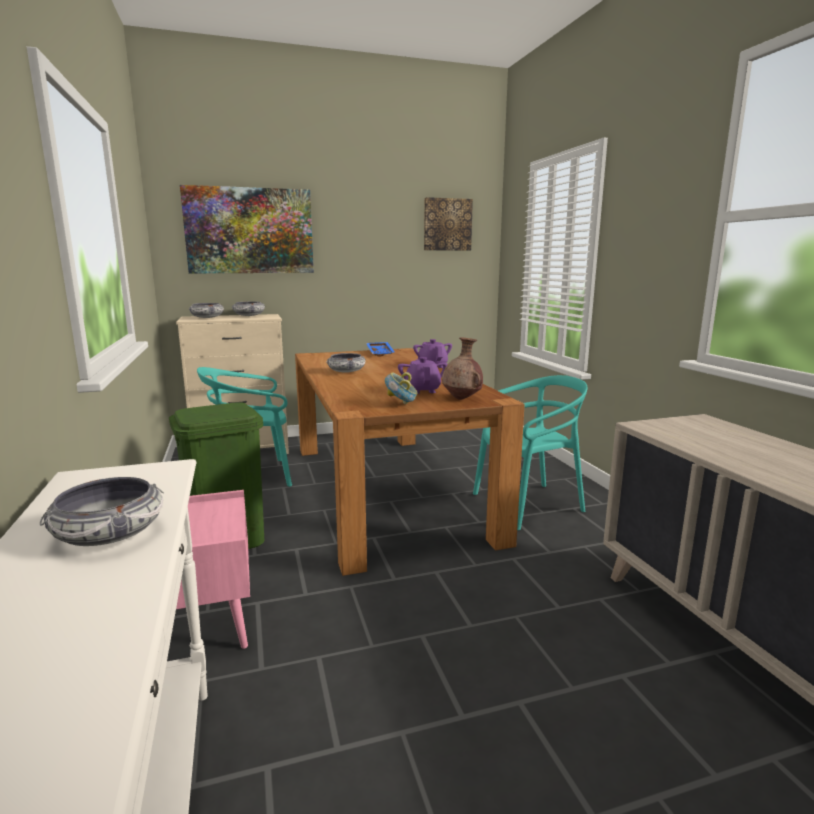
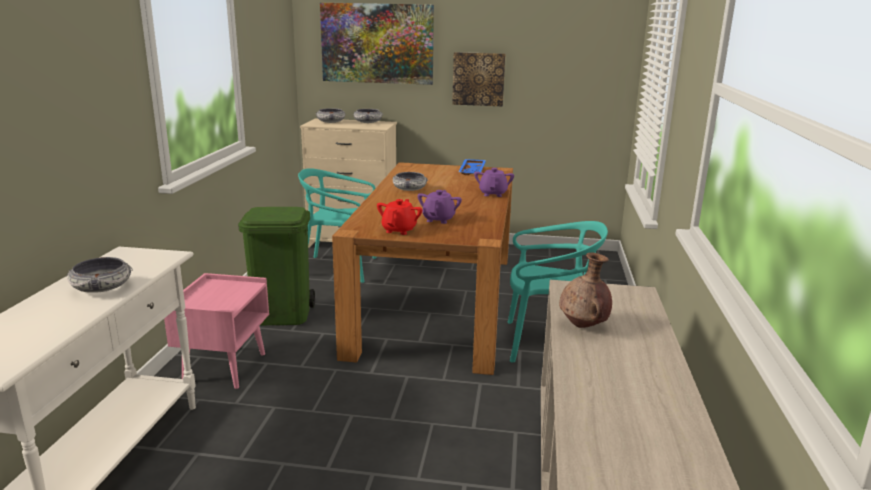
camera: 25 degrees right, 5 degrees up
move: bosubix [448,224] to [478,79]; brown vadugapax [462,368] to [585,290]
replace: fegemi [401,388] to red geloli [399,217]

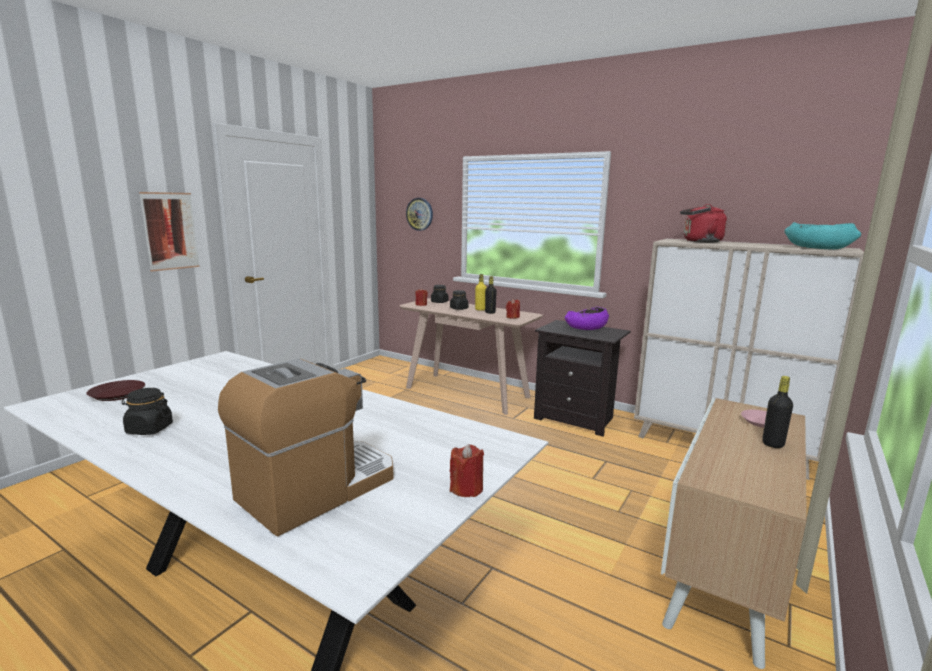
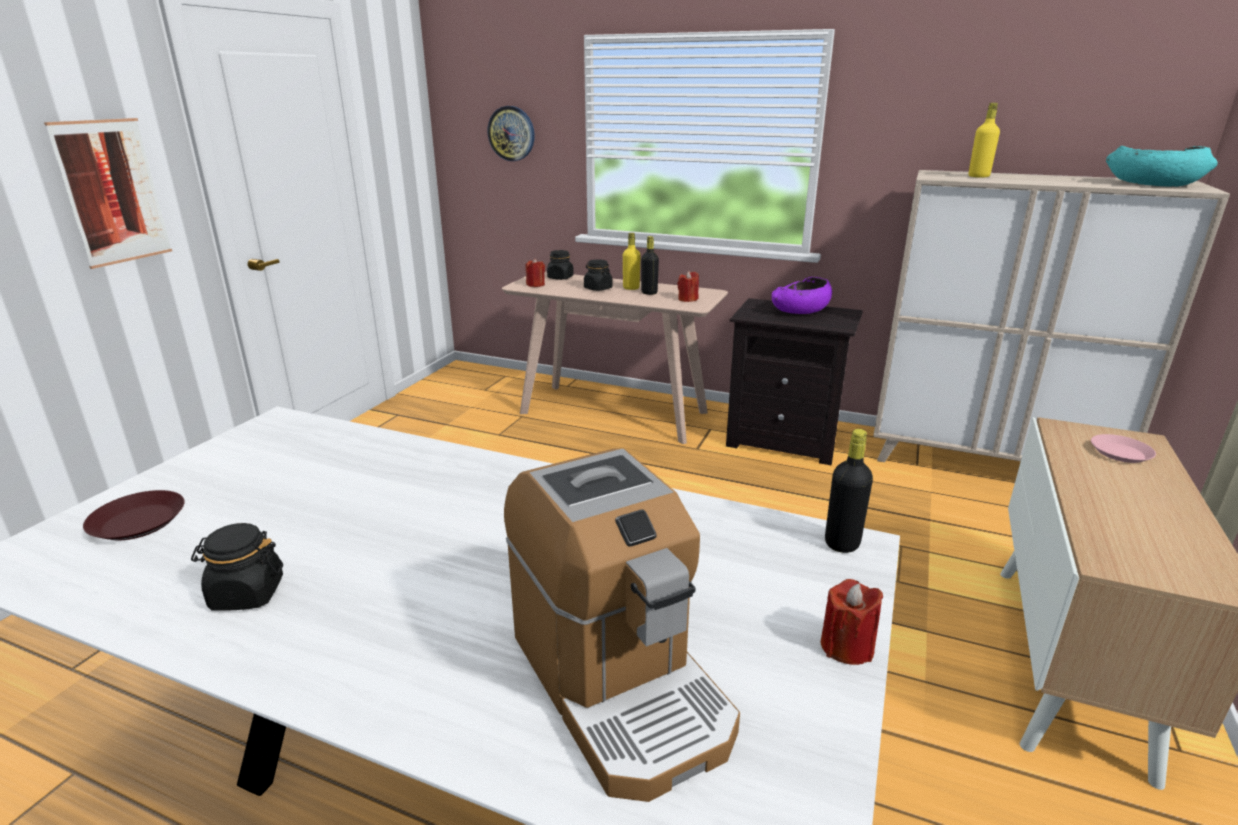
camera: 10 degrees left, 10 degrees up
move: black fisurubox [777,412] to [849,491]
replace: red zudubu [703,223] to yellow fisurubox [984,140]
rotate: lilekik [306,447] = [622,625] 120 degrees clockwise

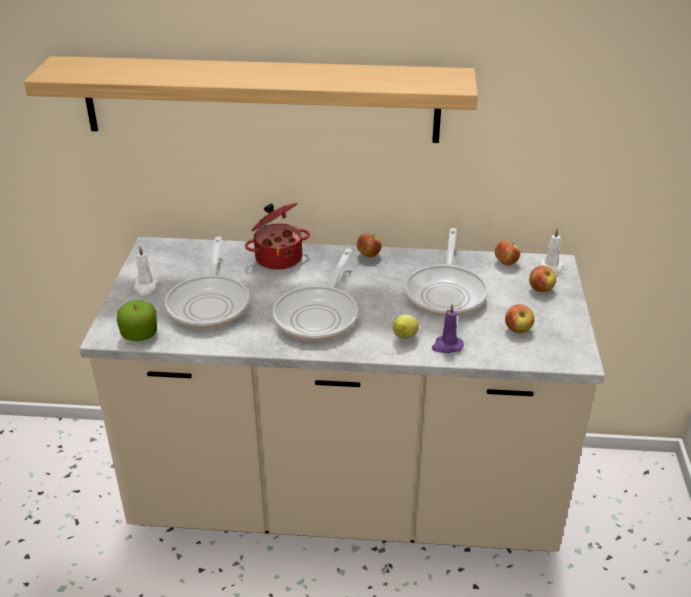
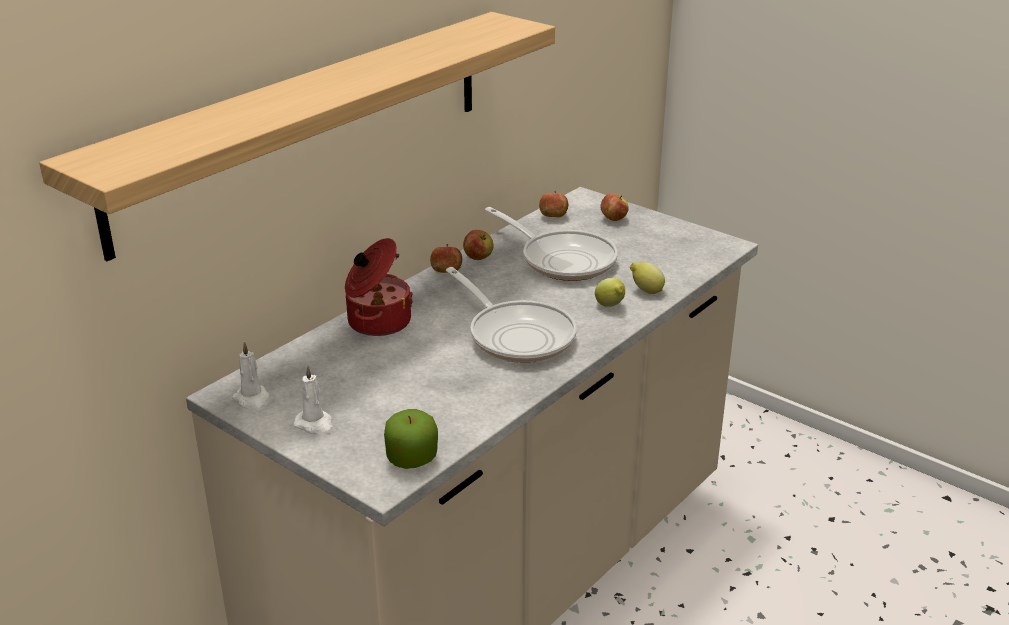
camera: 55 degrees left, 5 degrees down
delete: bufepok [207,283]
move: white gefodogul [552,251] to [251,376]; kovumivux [519,318] to [478,245]
replace: purple gefodogul [448,328] to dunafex [647,278]

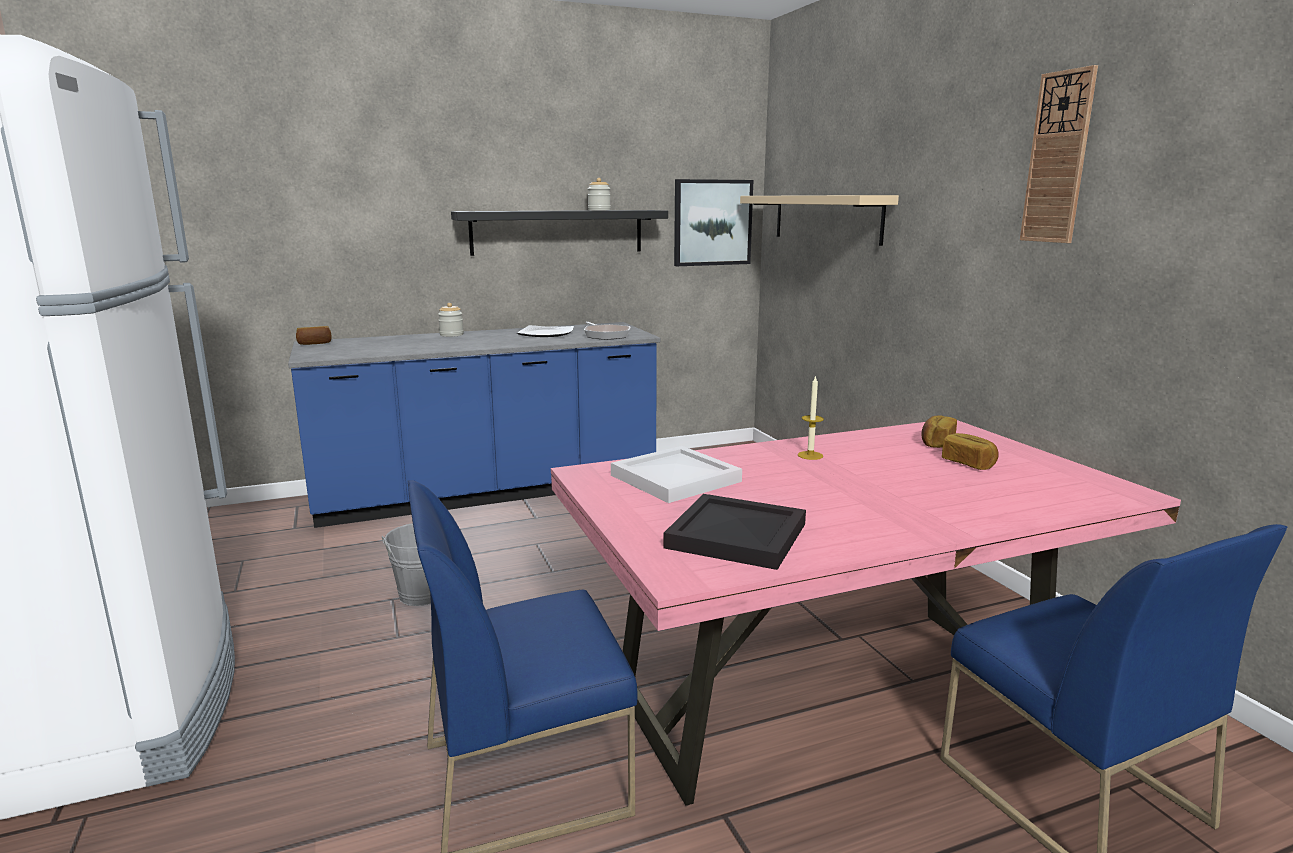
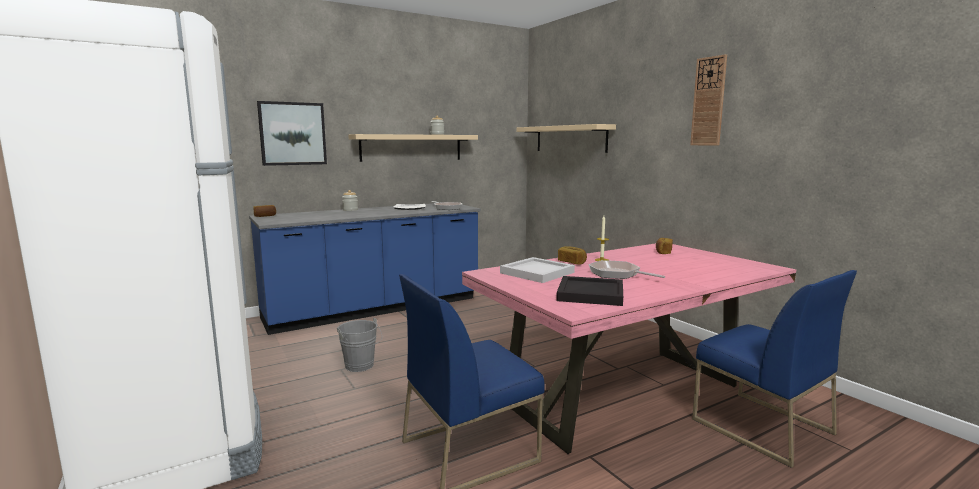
camera: 10 degrees left, 5 degrees down
insert: bufepok [627,269]
move: bosubix [713,222] to [292,133]; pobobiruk [970,451] to [572,255]
recolor: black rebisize [559,233] to beige rebisize [413,148]

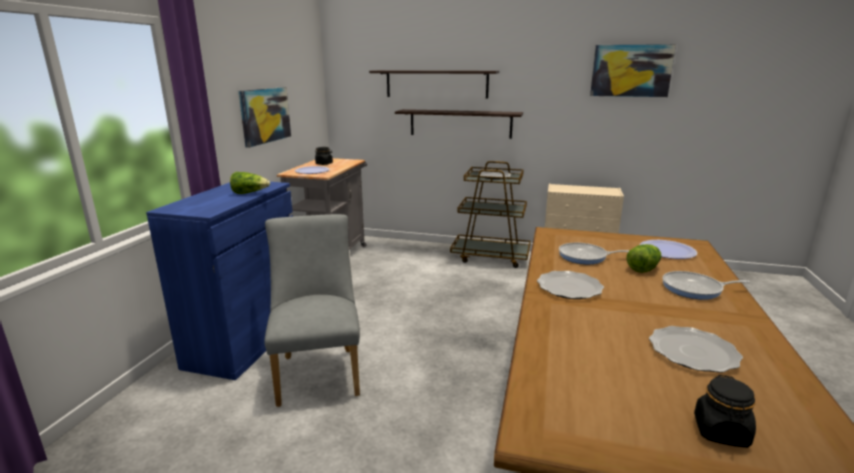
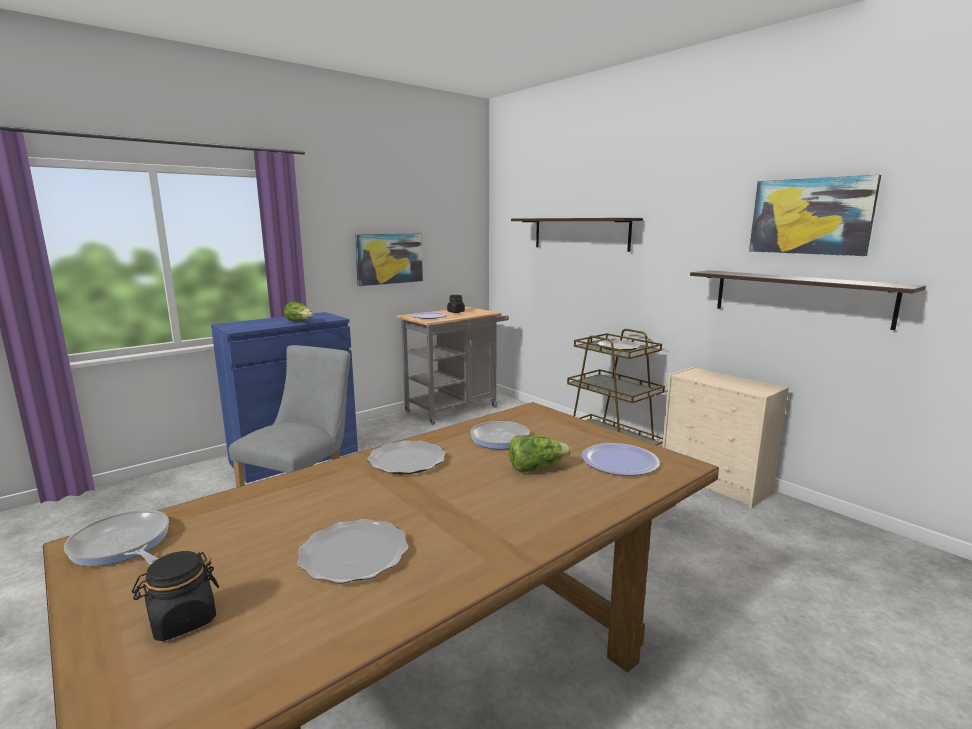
camera: 35 degrees right, 5 degrees down
move: rebisize [459,124] to [808,300]; bufepok [706,285] to [116,538]

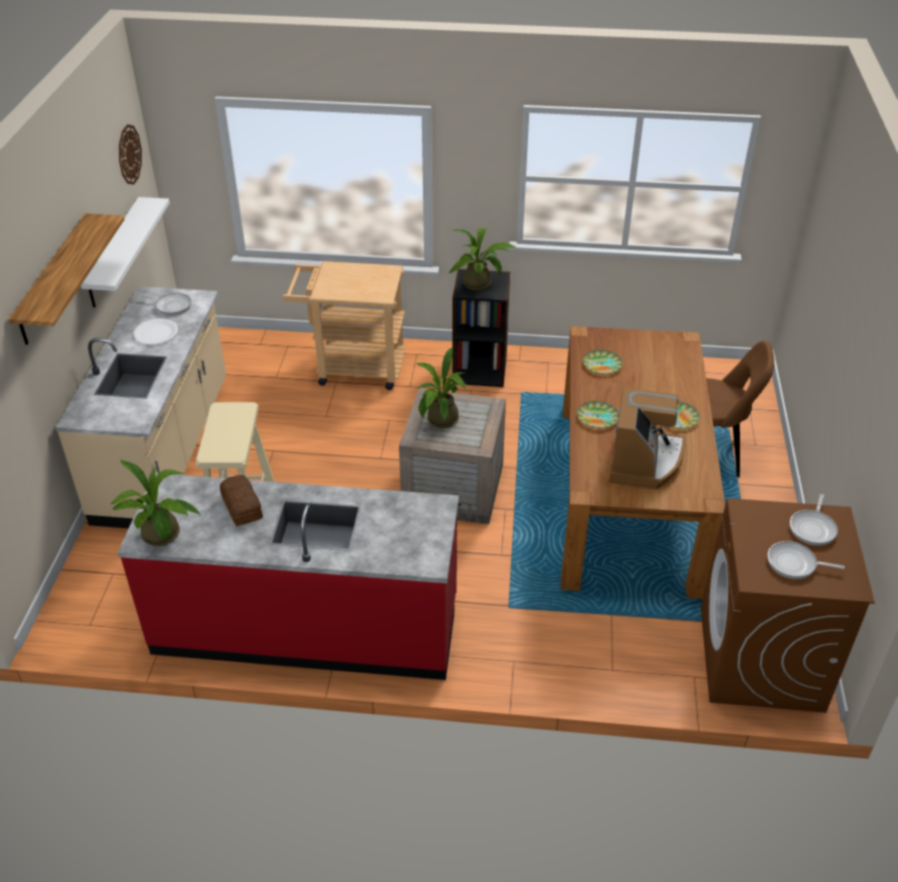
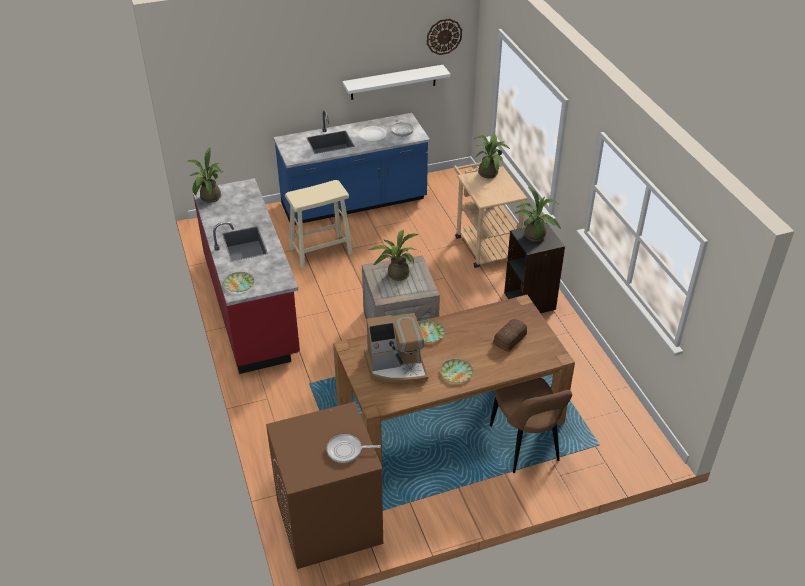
camera: 65 degrees right, 0 degrees up
delete: rebisize [66,279]; bufepok [806,560]
insert: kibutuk [492,156]
move: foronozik [603,362] to [239,282]; pobobiruk [241,500] to [510,335]
recolor: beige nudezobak [140,407] to blue nudezobak [351,168]

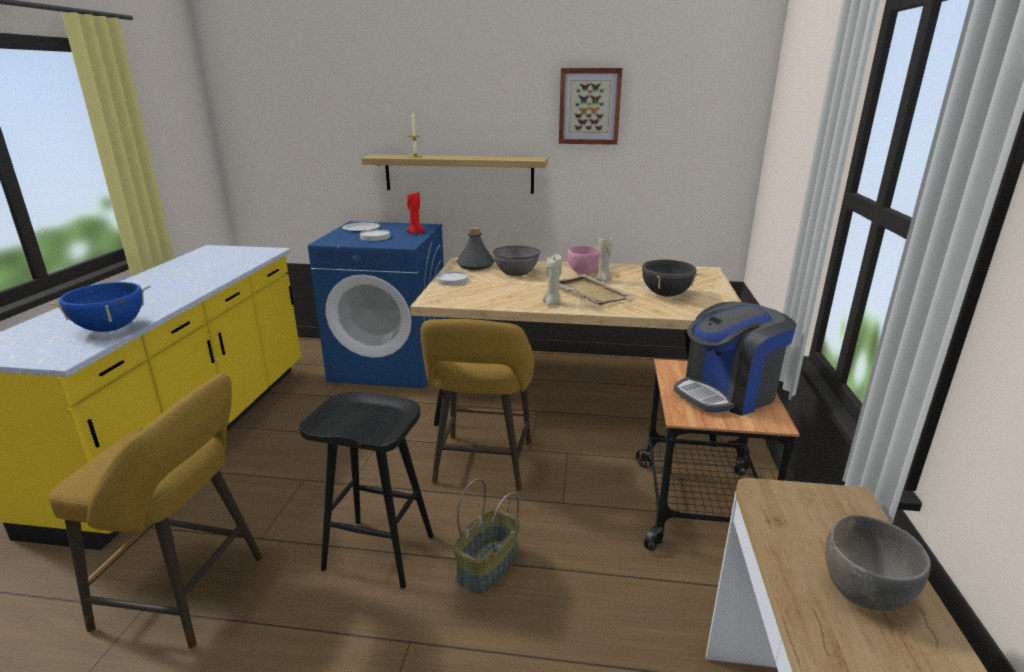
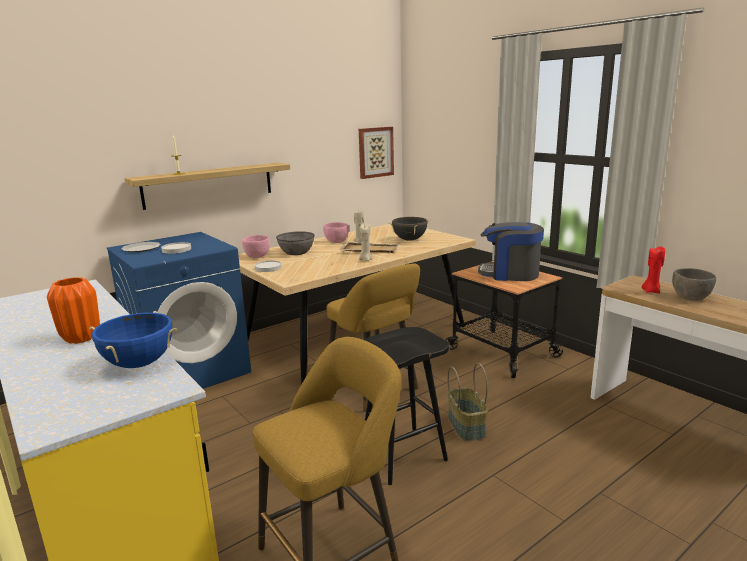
camera: 45 degrees left, 5 degrees down
insert: orange vadugapax [73,310]
move: bosubix [591,106] to [376,153]; red gefodogul [415,213] to [653,269]
replace: grey fisurubox [475,248] to pink fegemi [256,246]
rotate: lilekik [735,358] = [511,251] 90 degrees clockwise

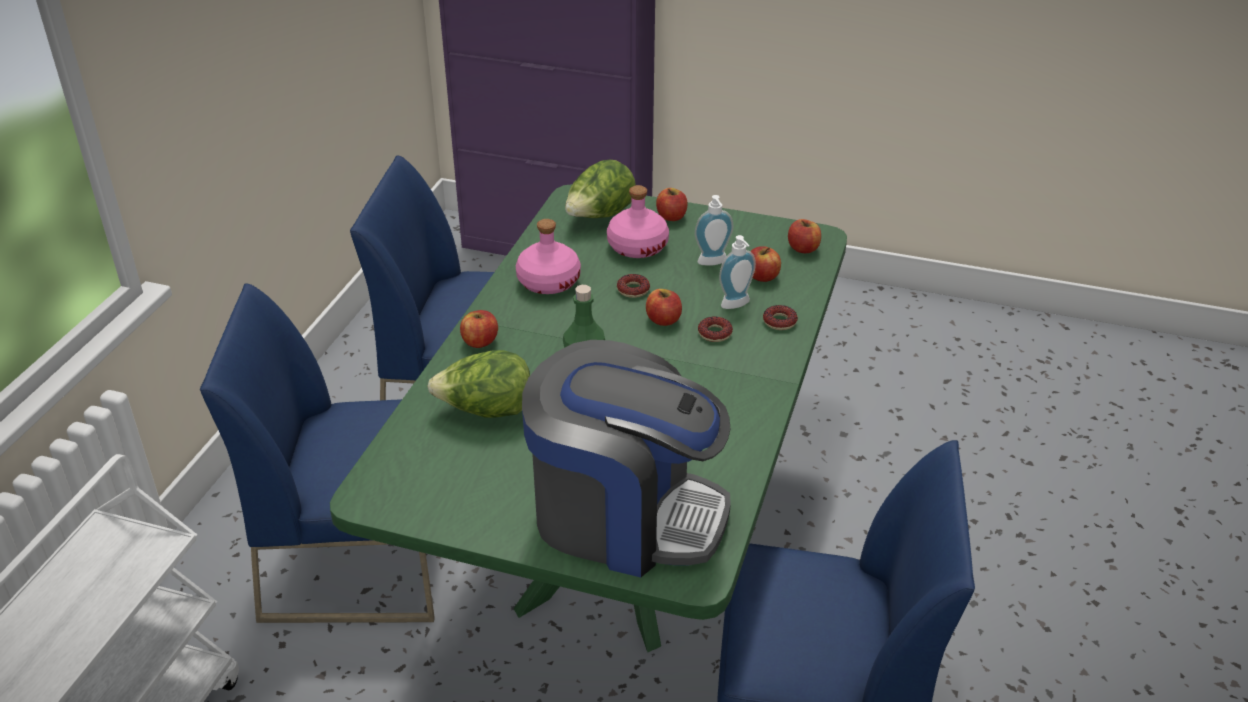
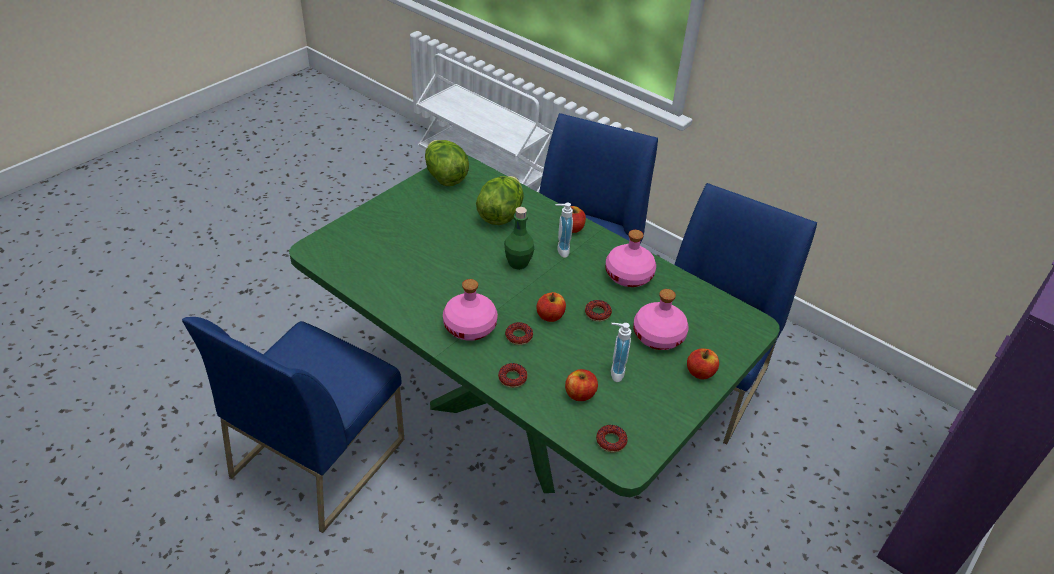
camera: 110 degrees right, 5 degrees up
delete: lilekik [626,458]
insert: pink fisurubox [470,310]
move: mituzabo [600,189] to [447,163]; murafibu [737,272] to [564,230]
replace: kovumivux [804,236] to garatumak [612,439]

